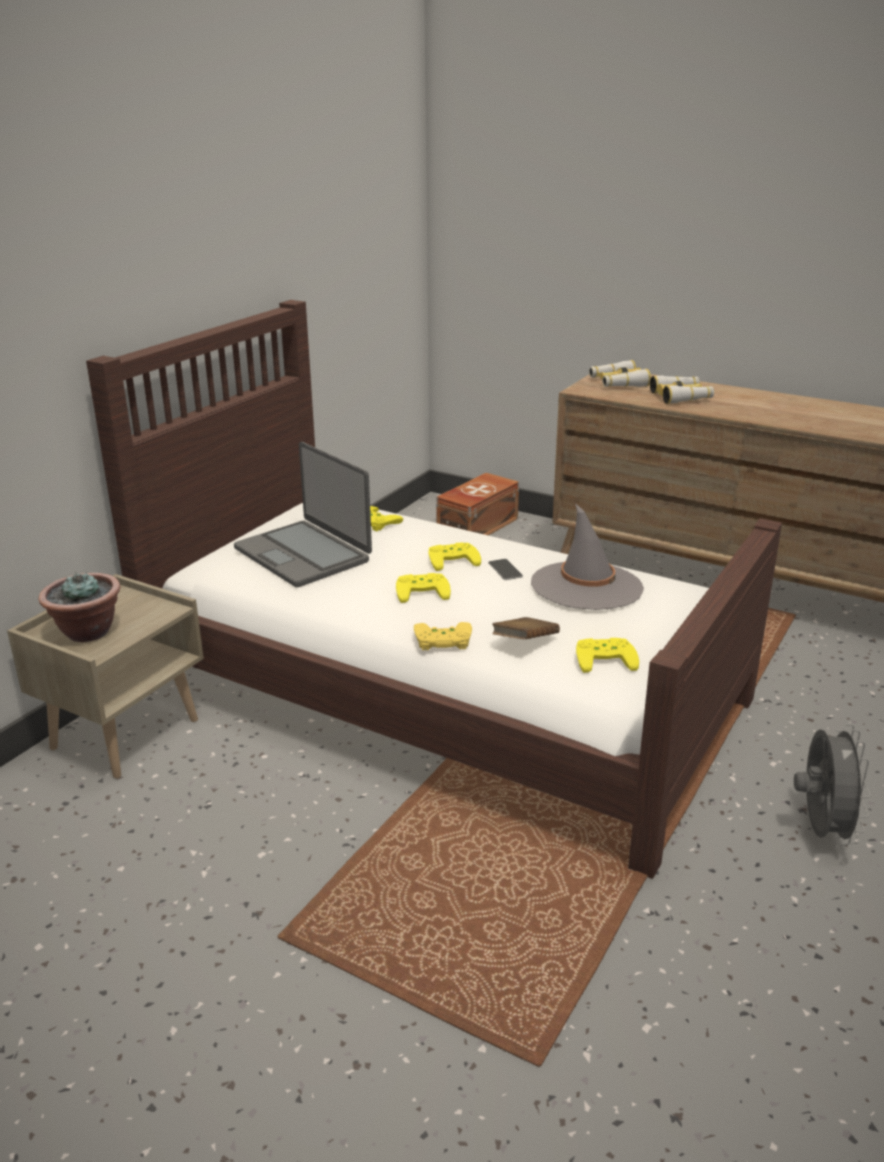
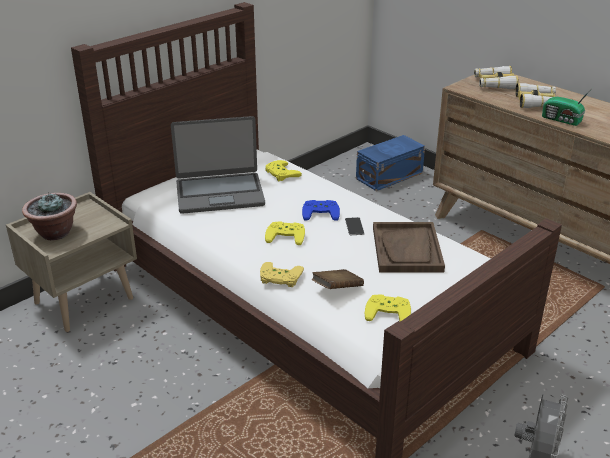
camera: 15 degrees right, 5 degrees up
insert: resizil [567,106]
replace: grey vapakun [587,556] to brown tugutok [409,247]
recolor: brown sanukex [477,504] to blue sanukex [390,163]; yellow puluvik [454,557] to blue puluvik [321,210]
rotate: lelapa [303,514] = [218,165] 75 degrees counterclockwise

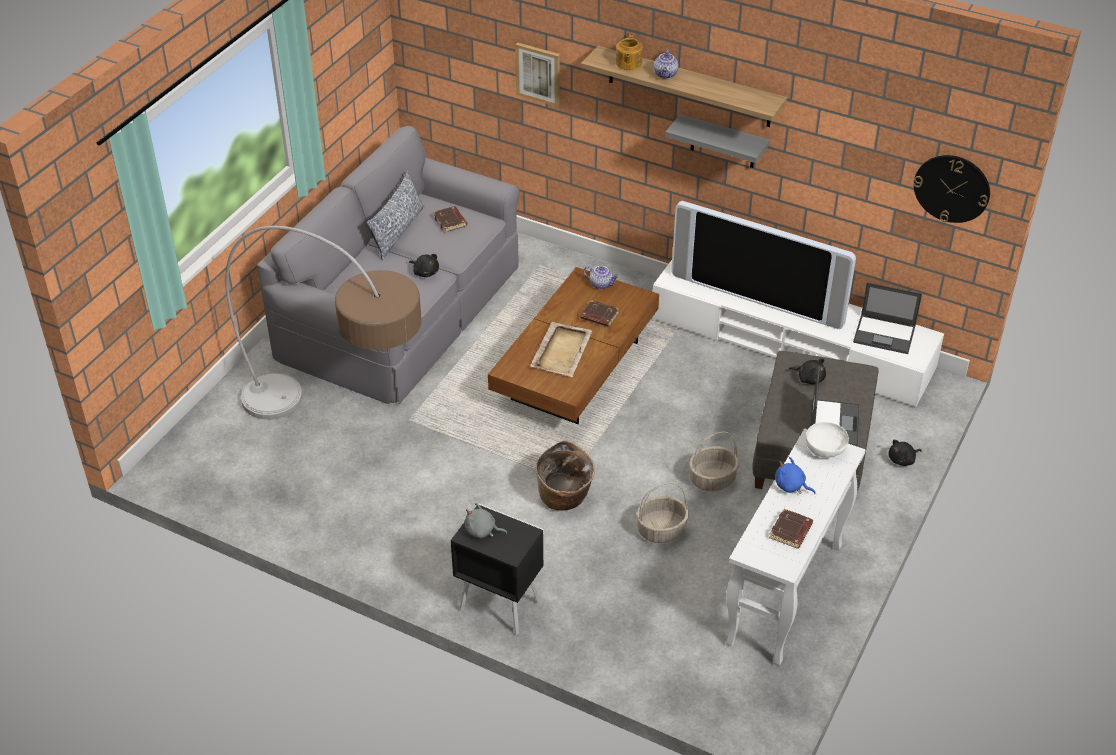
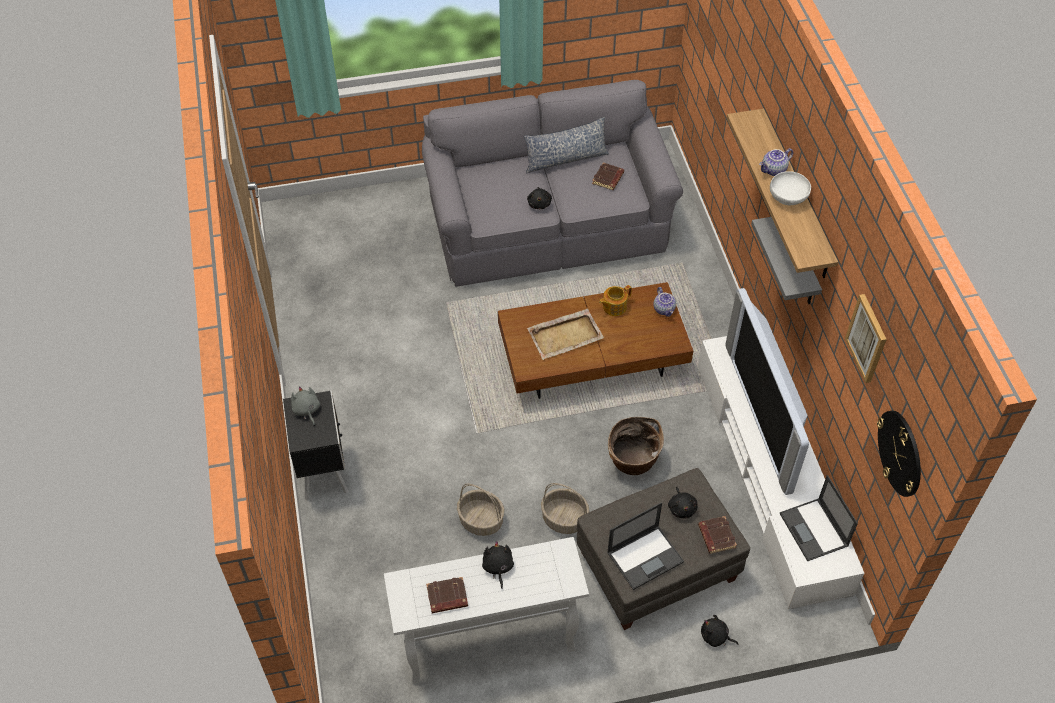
camera: 50 degrees right, 10 degrees up
delete: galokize [323,322]
move: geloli [629,51] to [615,300]; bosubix [537,74] to [866,338]; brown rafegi [599,313] to [717,535]; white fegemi [827,440] to [790,188]; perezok [565,475] to [636,446]
recolor: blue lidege [795,475] to black lidege [498,565]

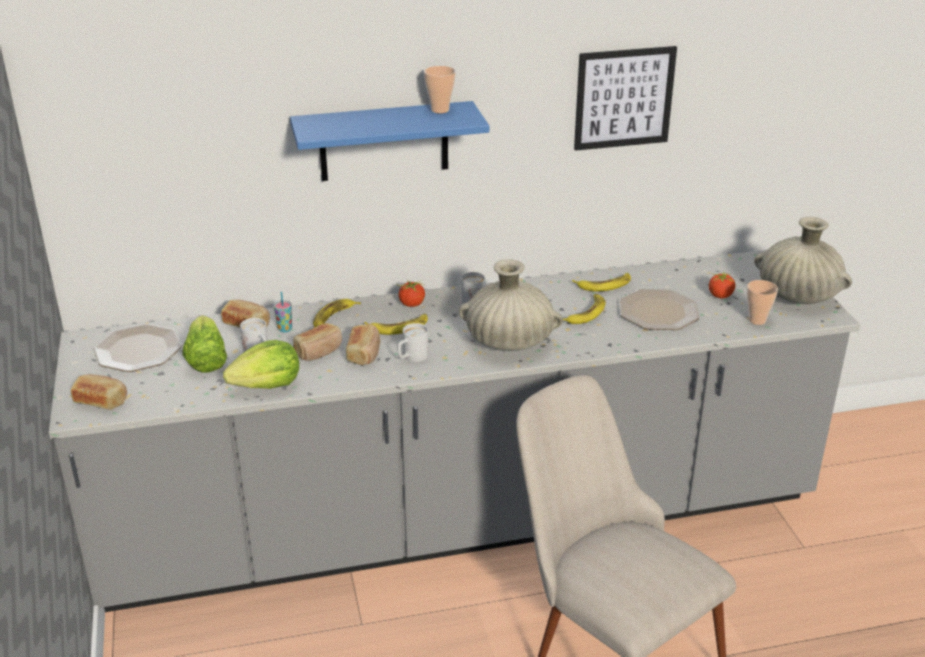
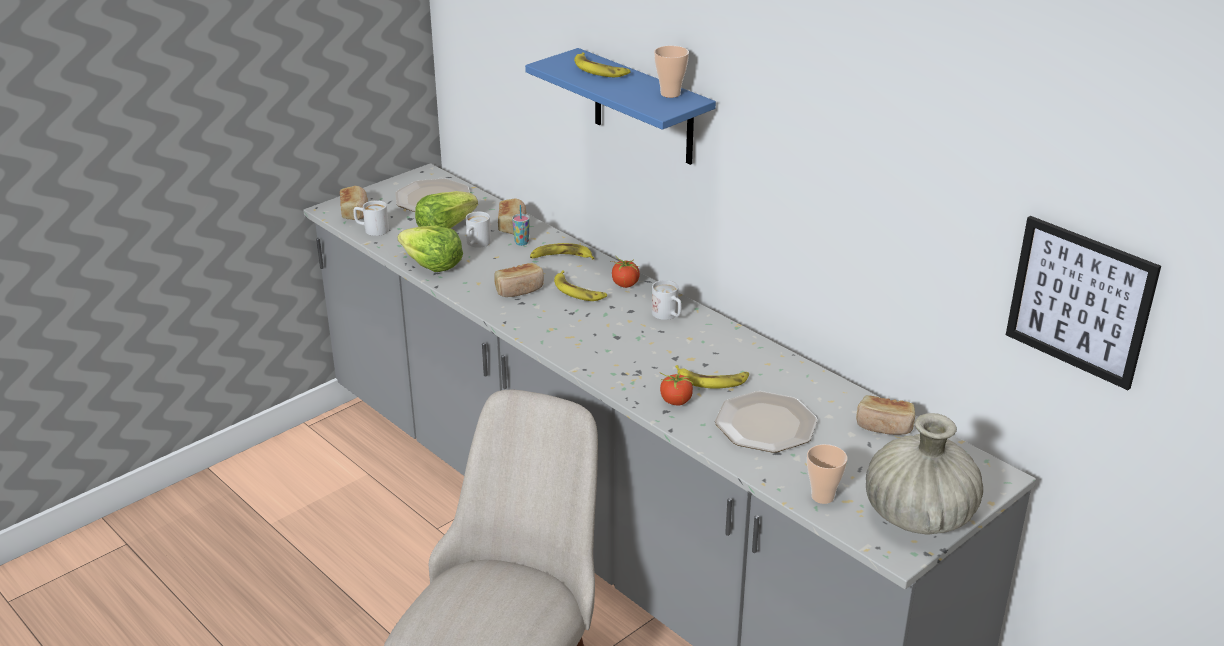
camera: 60 degrees right, 0 degrees up
delete: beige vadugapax [511,305]
move: bosubix [625,98] to [1083,303]; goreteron [722,284] to [676,388]; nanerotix [601,282] to [602,64]; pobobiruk [317,342] to [885,415]; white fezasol [413,342] to [371,218]

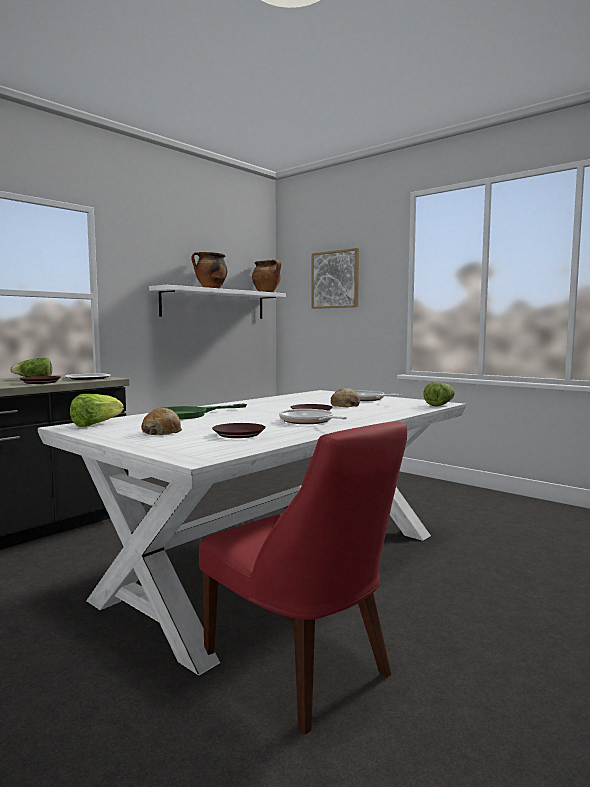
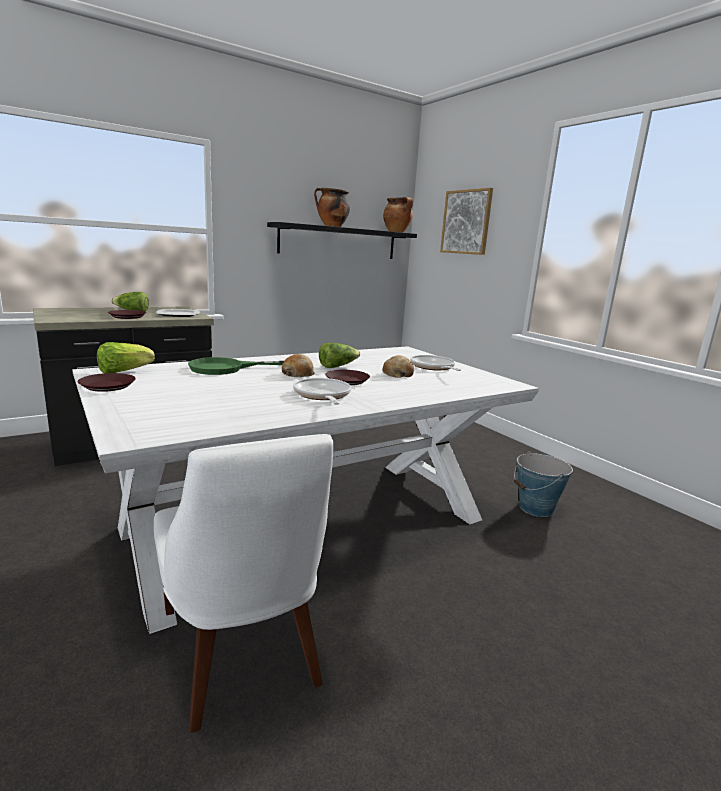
camera: 15 degrees right, 10 degrees up
insert: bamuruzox [543,484]
move: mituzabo [439,394] to [339,355]; pobobiruk [161,421] to [298,365]; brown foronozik [239,430] to [107,382]
recolor: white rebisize [217,302] to black rebisize [342,240]; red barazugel [303,577] to white barazugel [243,583]

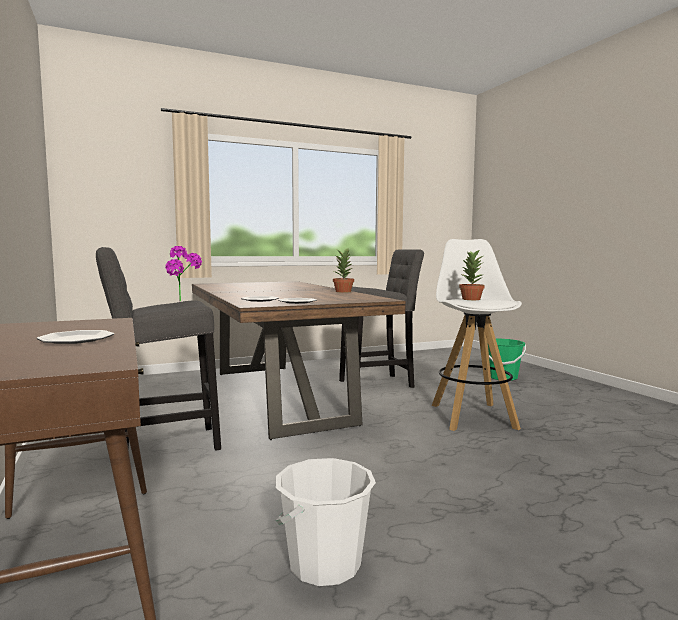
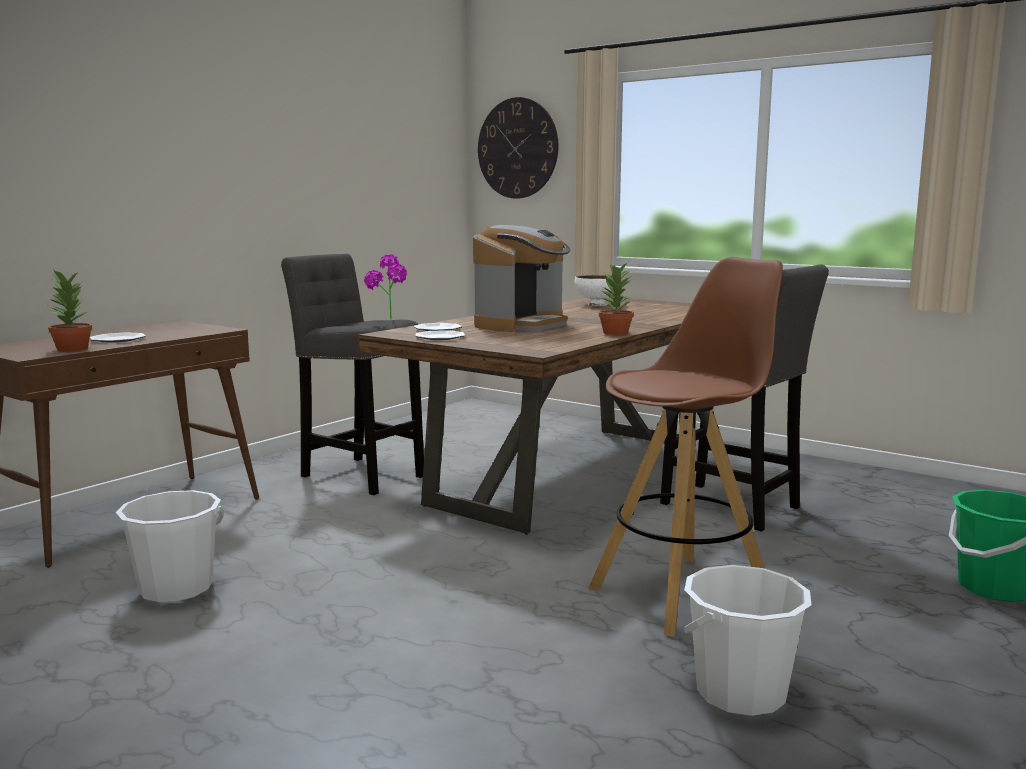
camera: 60 degrees right, 5 degrees up
insert: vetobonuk [518,147]; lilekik [521,278]; white fegemi [594,290]; white bamuruzox [747,640]
move: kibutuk [472,274] to [69,310]
recolor: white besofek [477,335] to brown besofek [685,446]

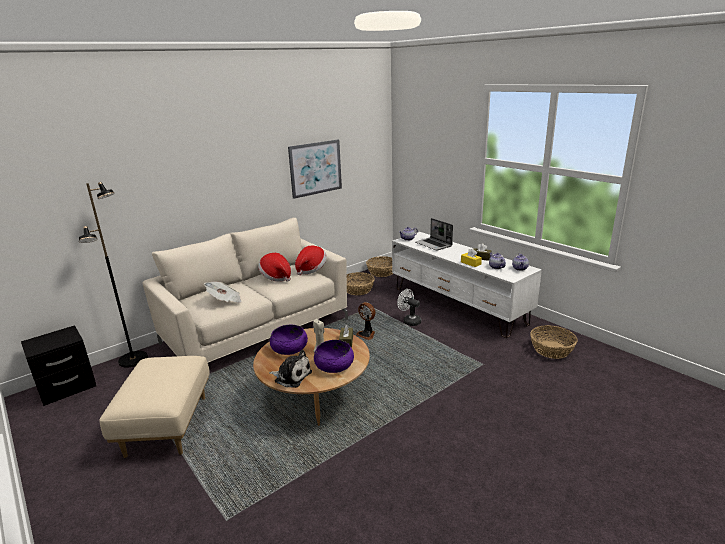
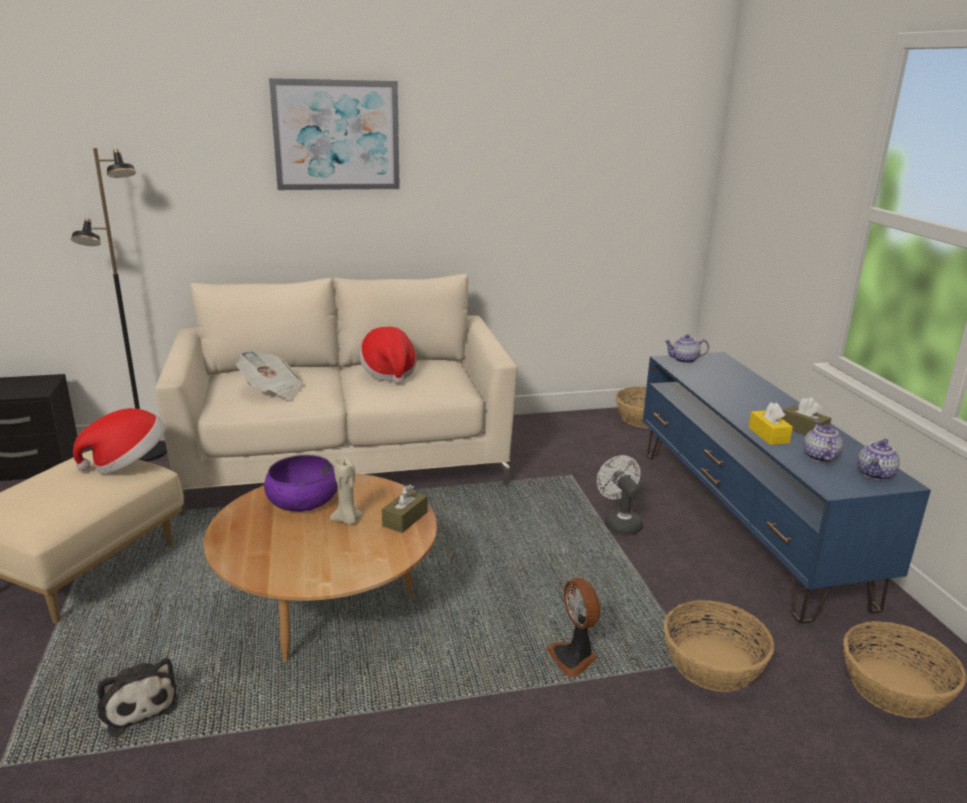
camera: 25 degrees right, 0 degrees up
delete: lelapa [434,234]; purple fegemi [334,356]
move: bosubix [315,169] to [334,134]; vapakun [311,260] to [119,441]; perezok [361,283] to [719,646]; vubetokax [365,321] to [573,627]; lidege [290,368] to [138,697]
recolor: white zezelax [467,285] to blue zezelax [787,488]

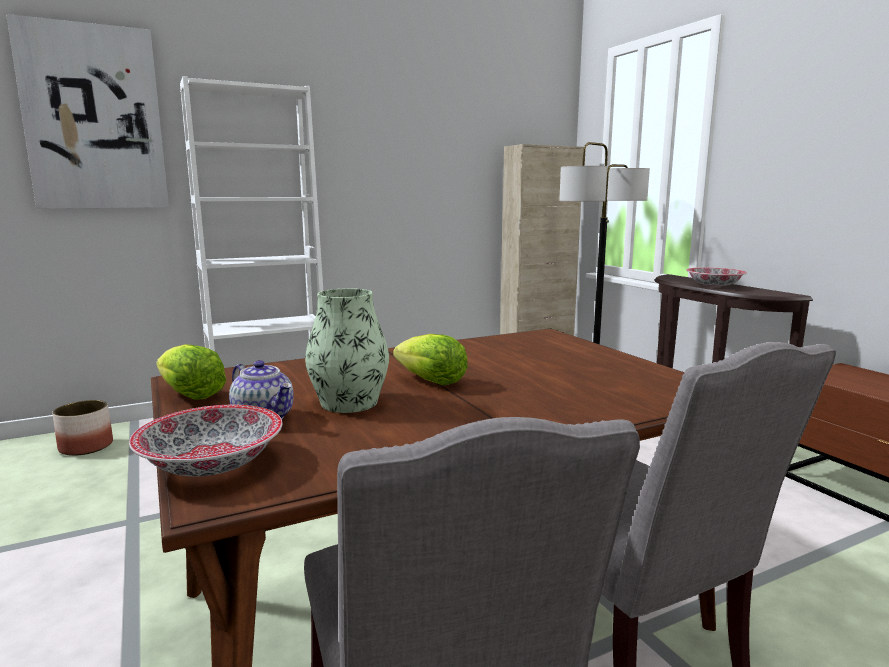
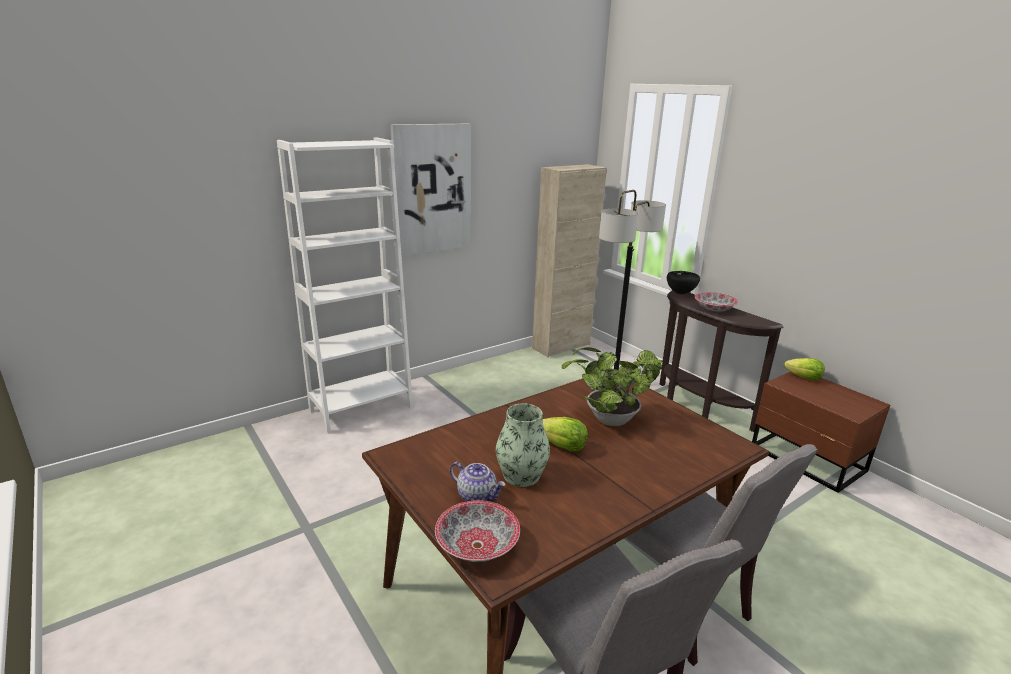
camera: 10 degrees left, 10 degrees up
delete: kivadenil [82,428]
insert: black fegemi [683,282]; kibutuk [612,386]
move: bosubix [87,111] to [430,190]; mituzabo [191,372] to [804,369]

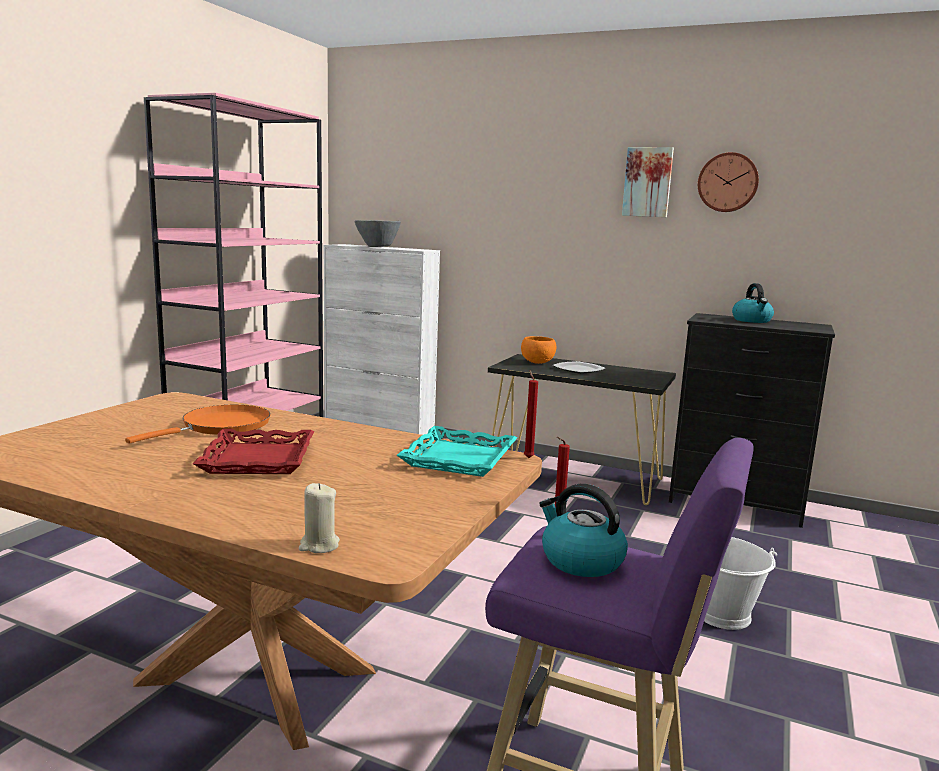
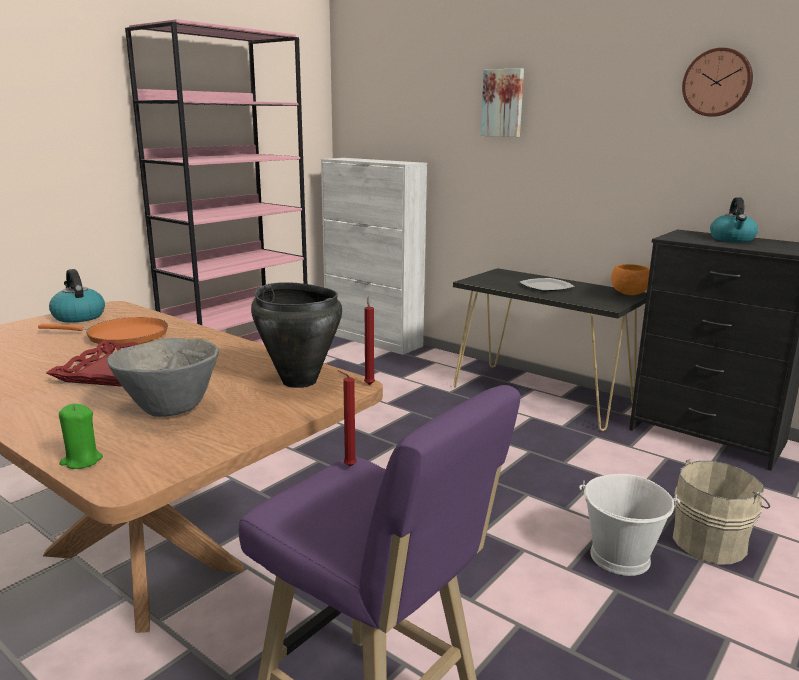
camera: 15 degrees right, 5 degrees up
insert: beige bamuruzox [721,511]
move: bosubix [648,182] to [502,102]; grey fegemi [378,233] to [163,377]; orange fegemi [538,350] to [630,279]; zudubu [583,530] to [77,296]
replace: turquoise tugutok [457,451] to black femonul [296,335]
recolor: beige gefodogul [319,518] to green gefodogul [81,436]
rotate: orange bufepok [198,424] = [103,331] 45 degrees clockwise

